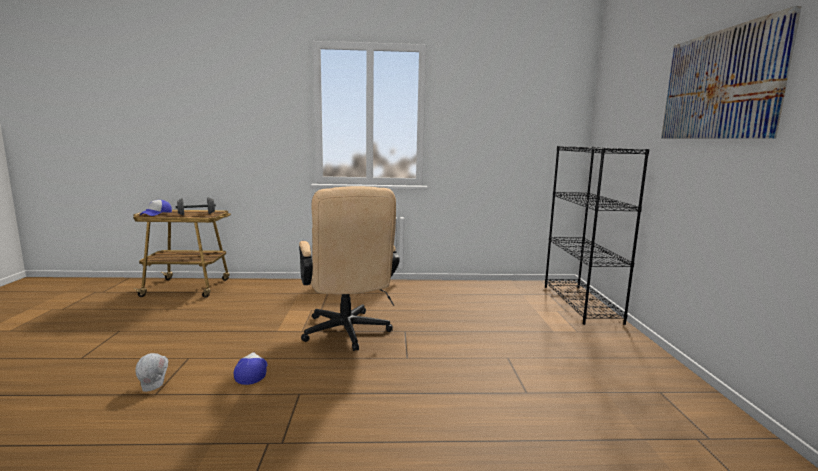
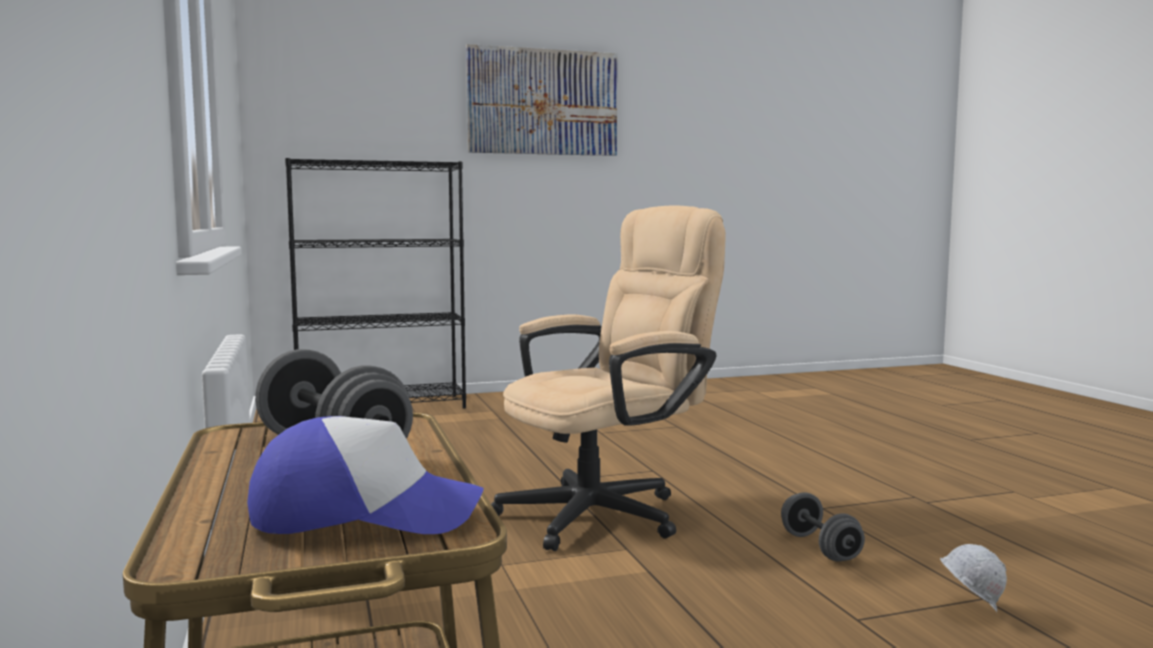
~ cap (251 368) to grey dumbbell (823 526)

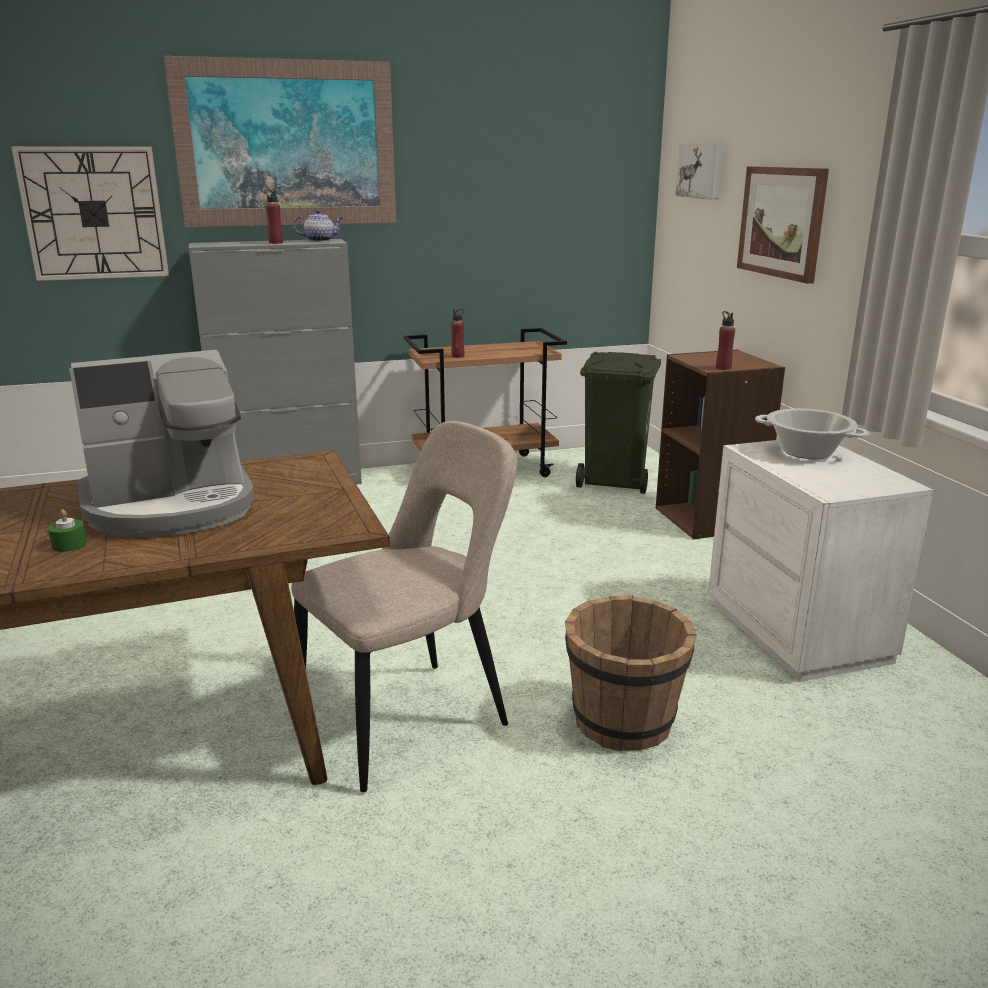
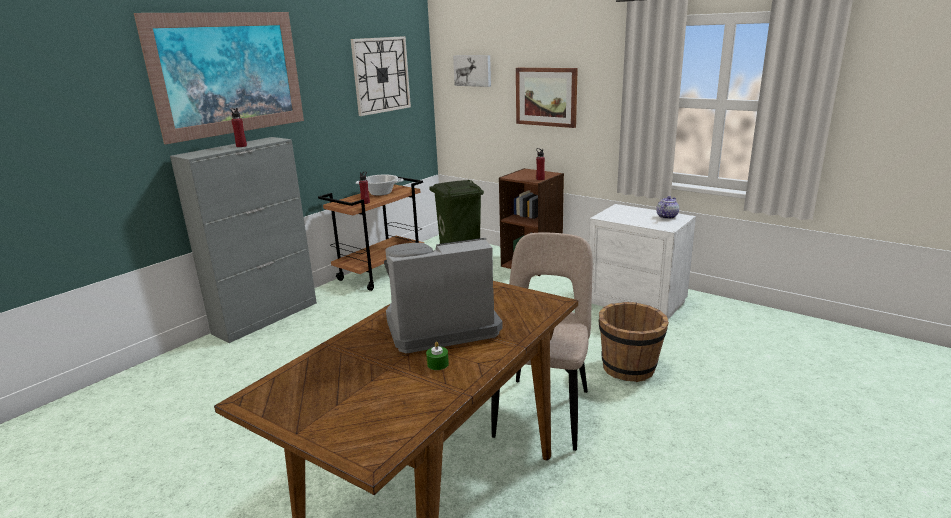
~ wall clock (90 213) to (381 76)
~ teapot (318 225) to (667 207)
~ cooking pot (812 434) to (380 185)
~ coffee machine (161 443) = (443 295) 135 degrees counterclockwise

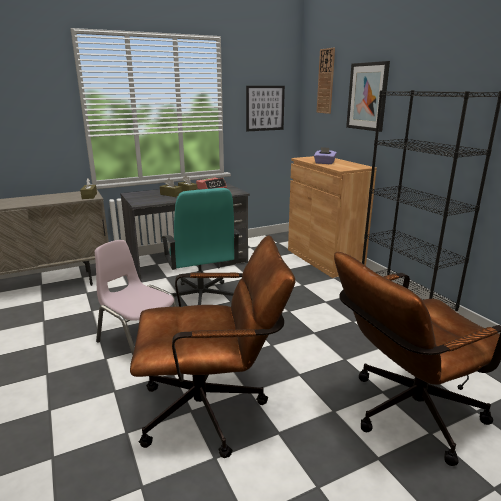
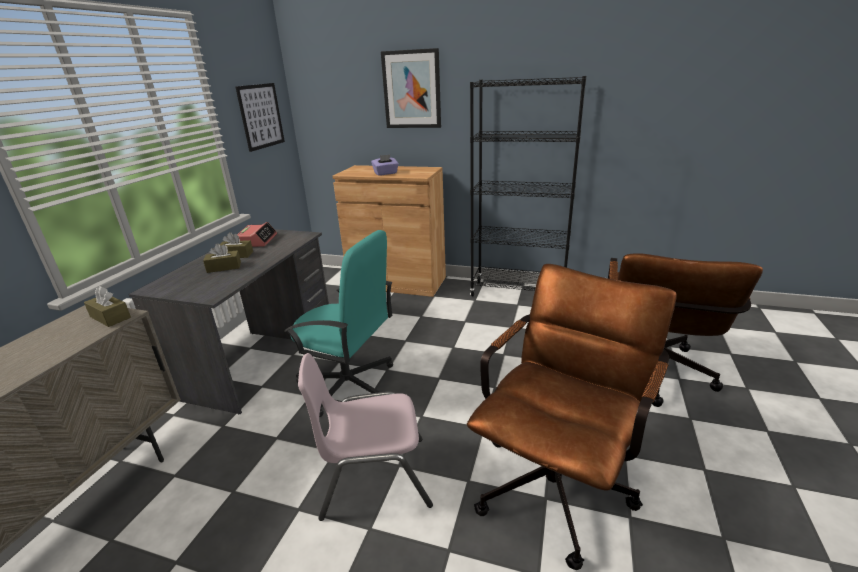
- wall clock (326 81)

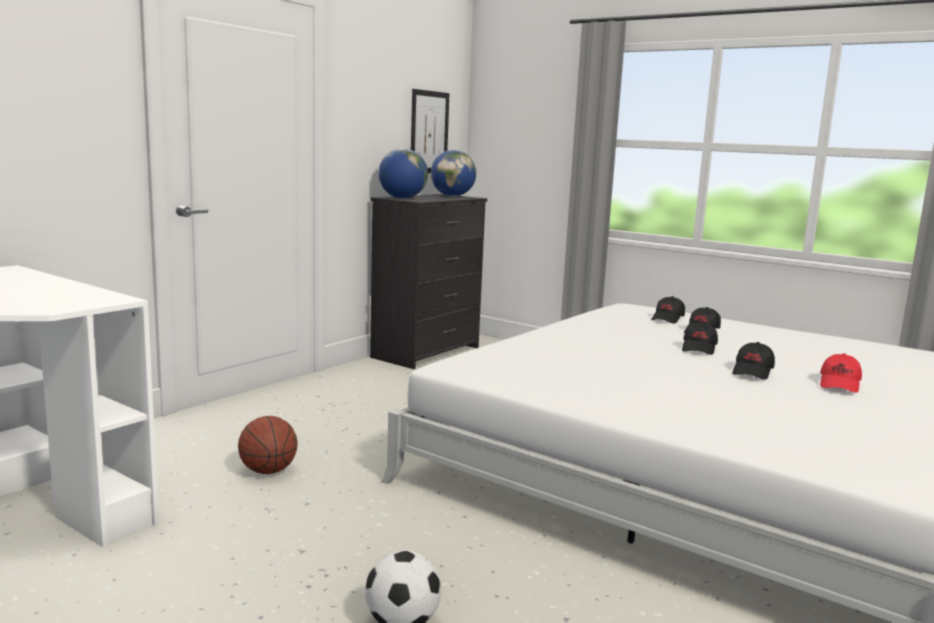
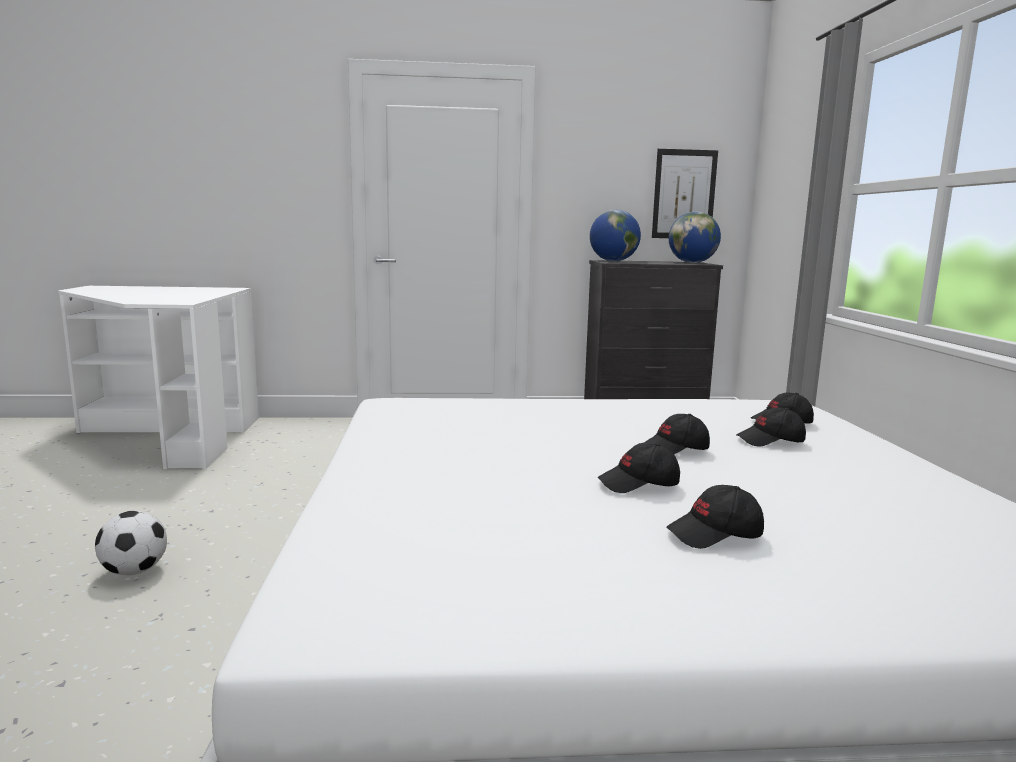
- basketball (268 445)
~ red cap (841 373) to black cap (715 517)

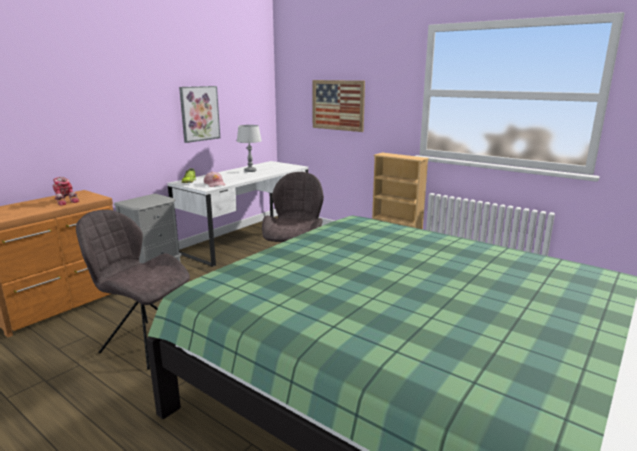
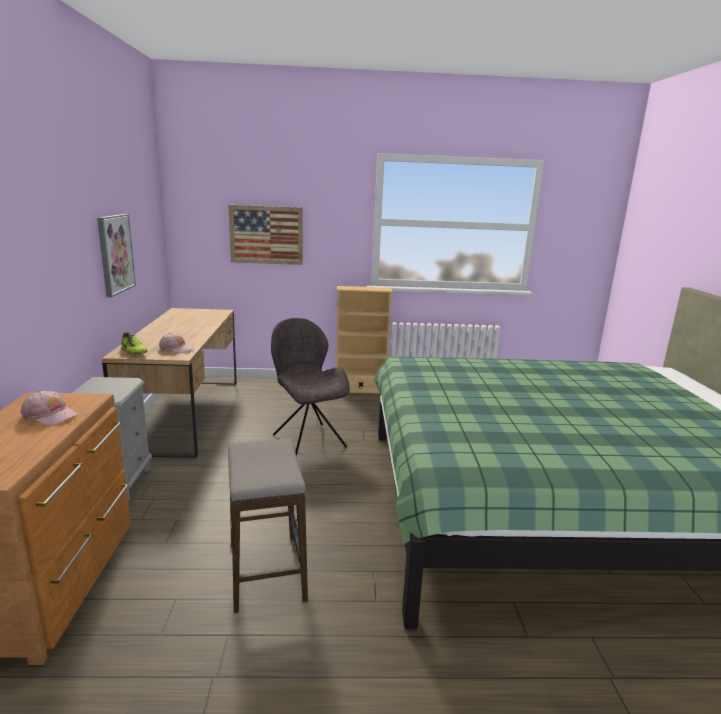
- grey table lamp (249 148)
~ toy robot (66 191) to pink cap (49 408)
~ grey chair (133 290) to stool (268 526)
~ white desk (237 214) to brown desk (169 383)

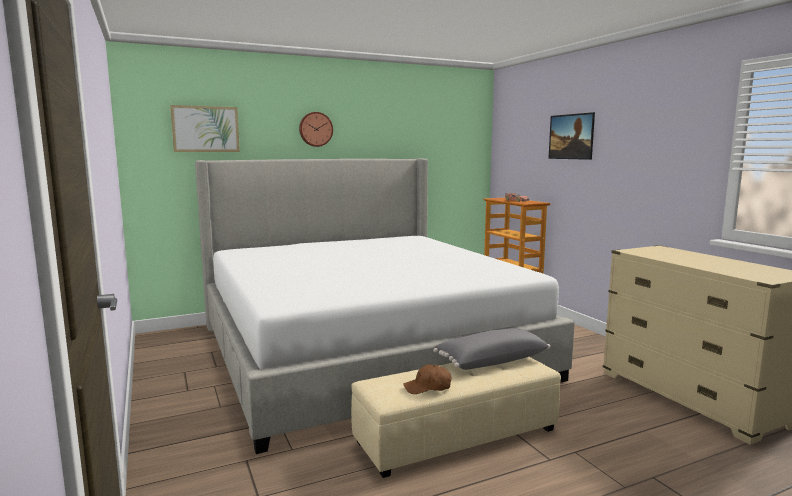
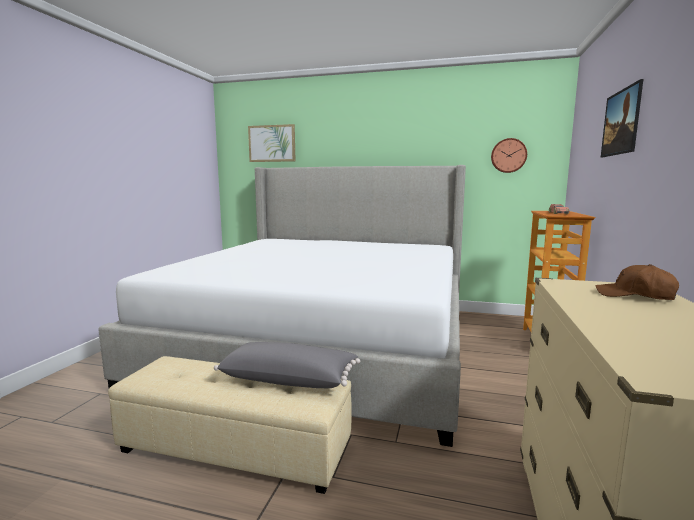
~ wall clock (316 129) to (509 155)
~ brown cap (427 379) to (637 282)

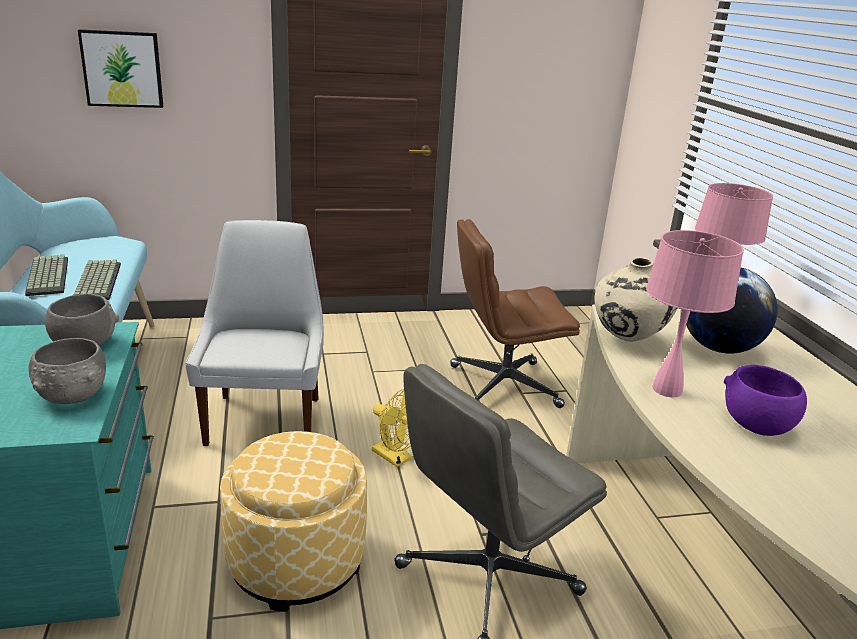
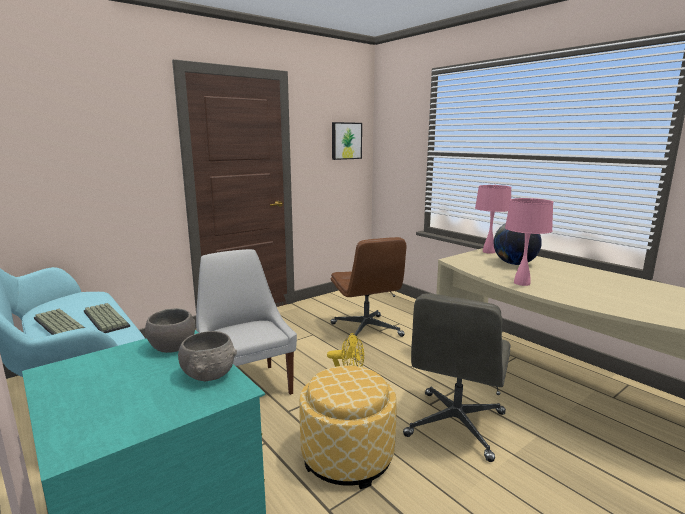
- beige vase (635 300)
- purple bowl (765 400)
~ picture (120 68) to (347 141)
~ brown office chair (515 313) = (368 287) 75 degrees counterclockwise

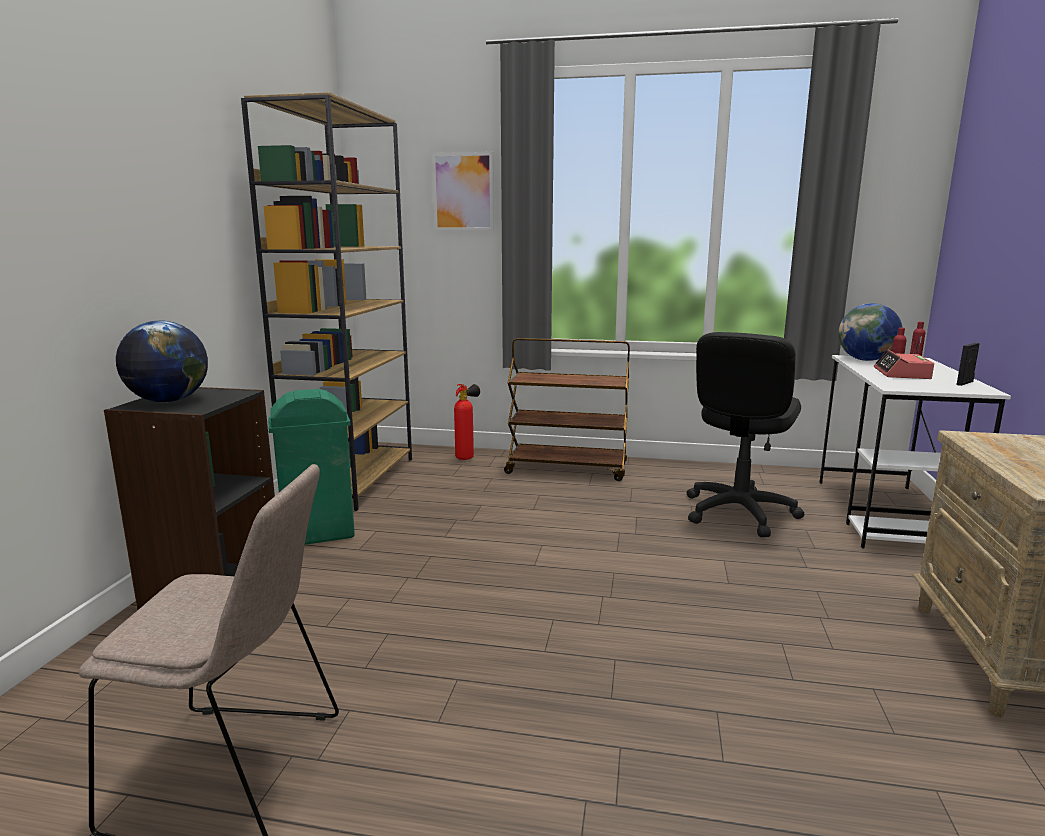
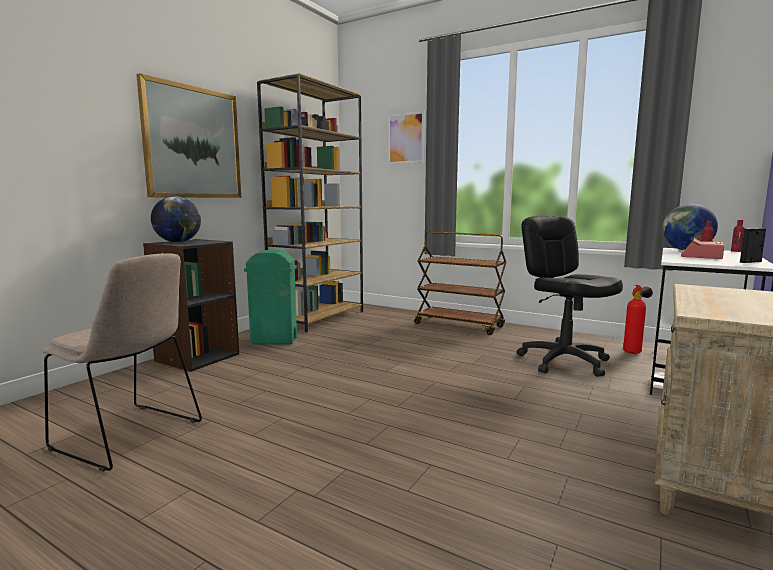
+ picture (188 135)
~ fire extinguisher (467 422) to (638 319)
~ black office chair (745 434) = (570 296) 105 degrees clockwise

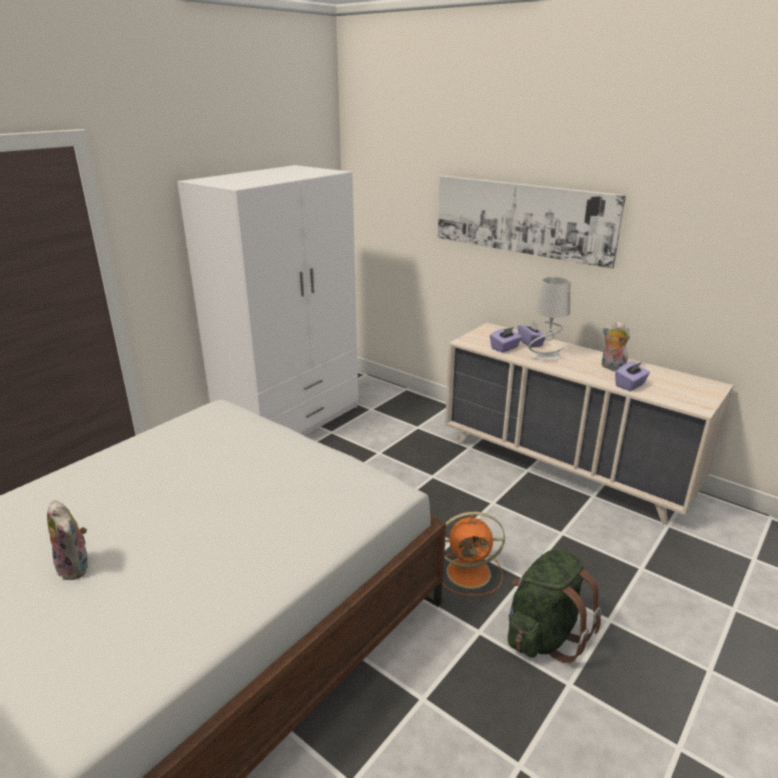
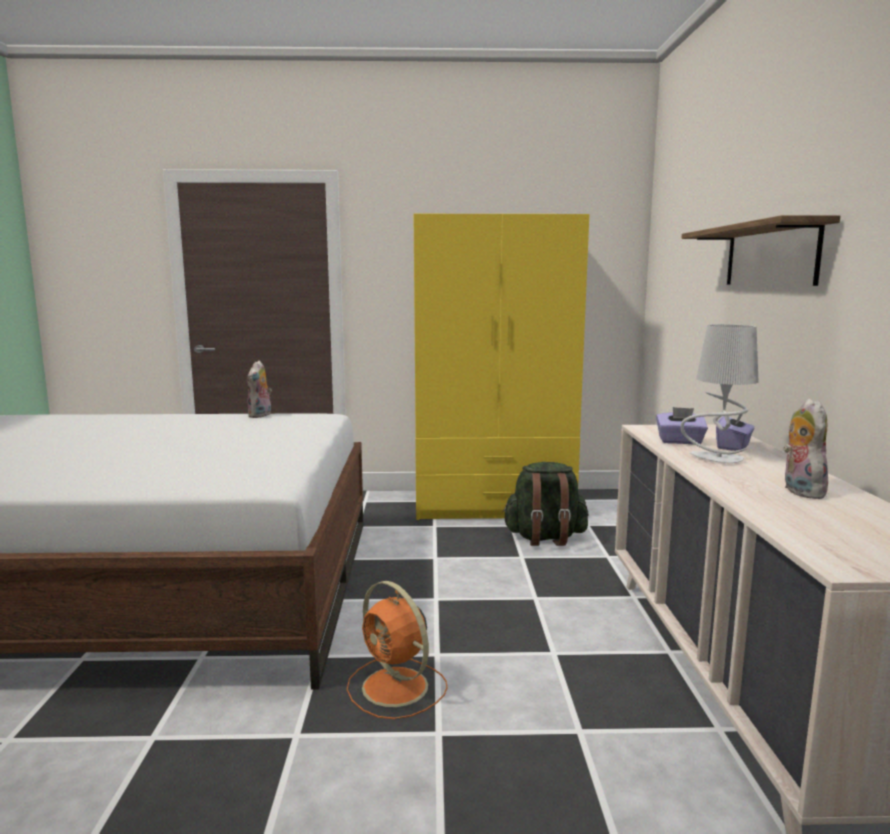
- purple tissue box (632 376)
~ plush toy (67 540) to (259 389)
~ green backpack (554 606) to (545 504)
~ picture (532 222) to shelf (761 250)
~ white wardrobe (267 300) to yellow wardrobe (501 367)

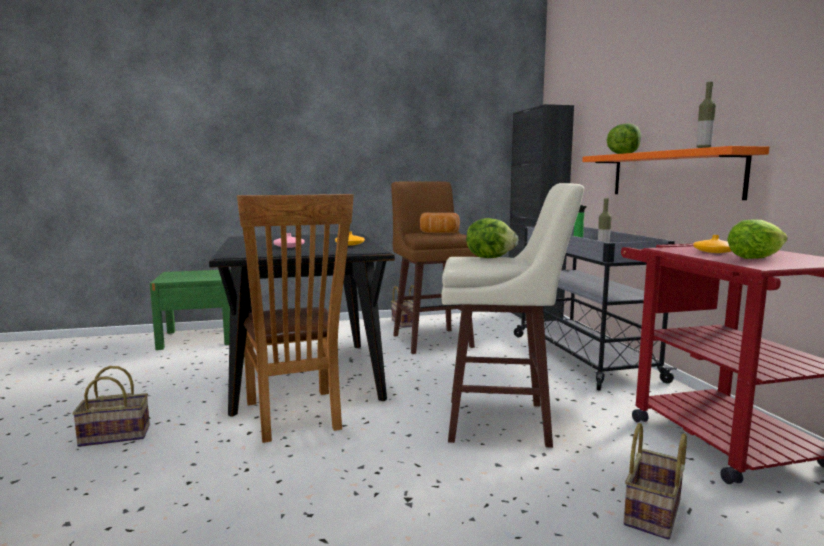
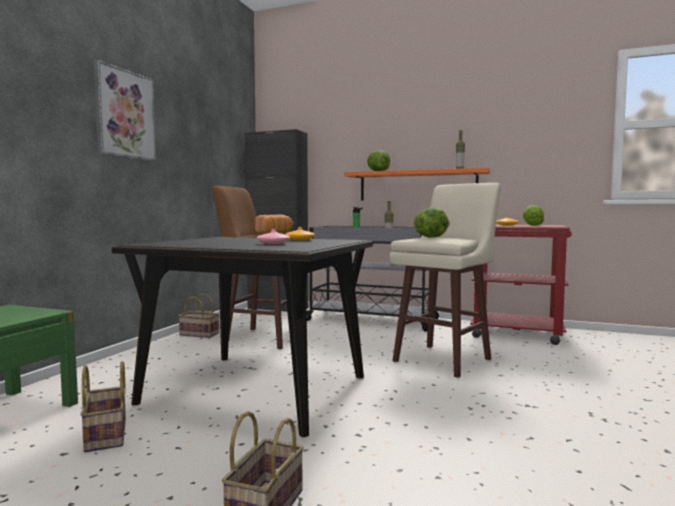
- brown chair (295 318)
+ picture (125 110)
~ basket (655 481) to (103 406)

